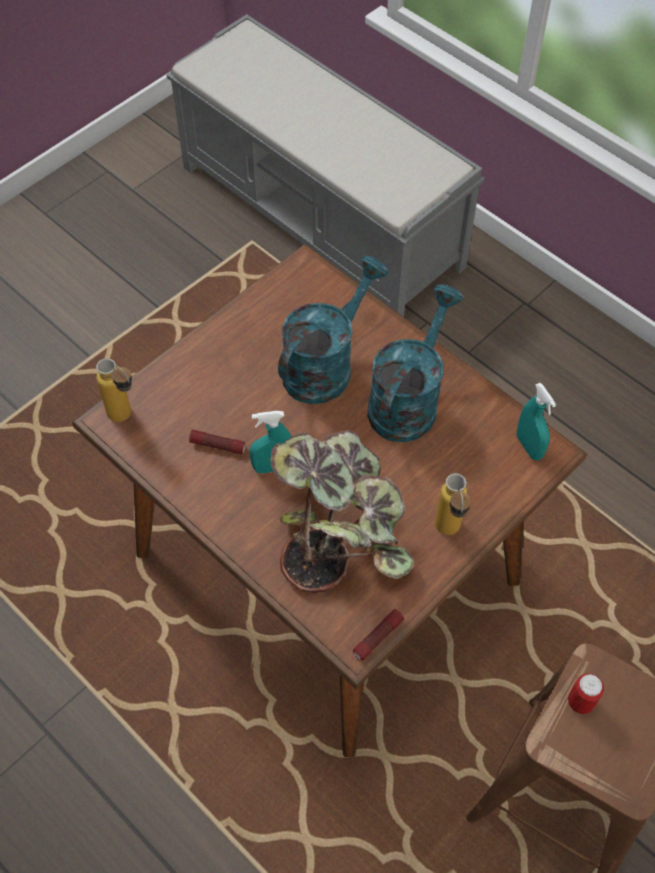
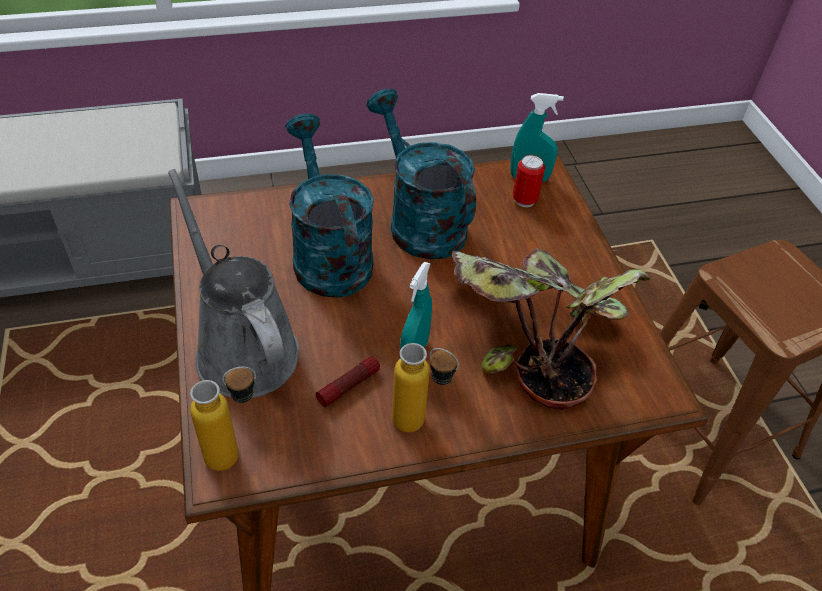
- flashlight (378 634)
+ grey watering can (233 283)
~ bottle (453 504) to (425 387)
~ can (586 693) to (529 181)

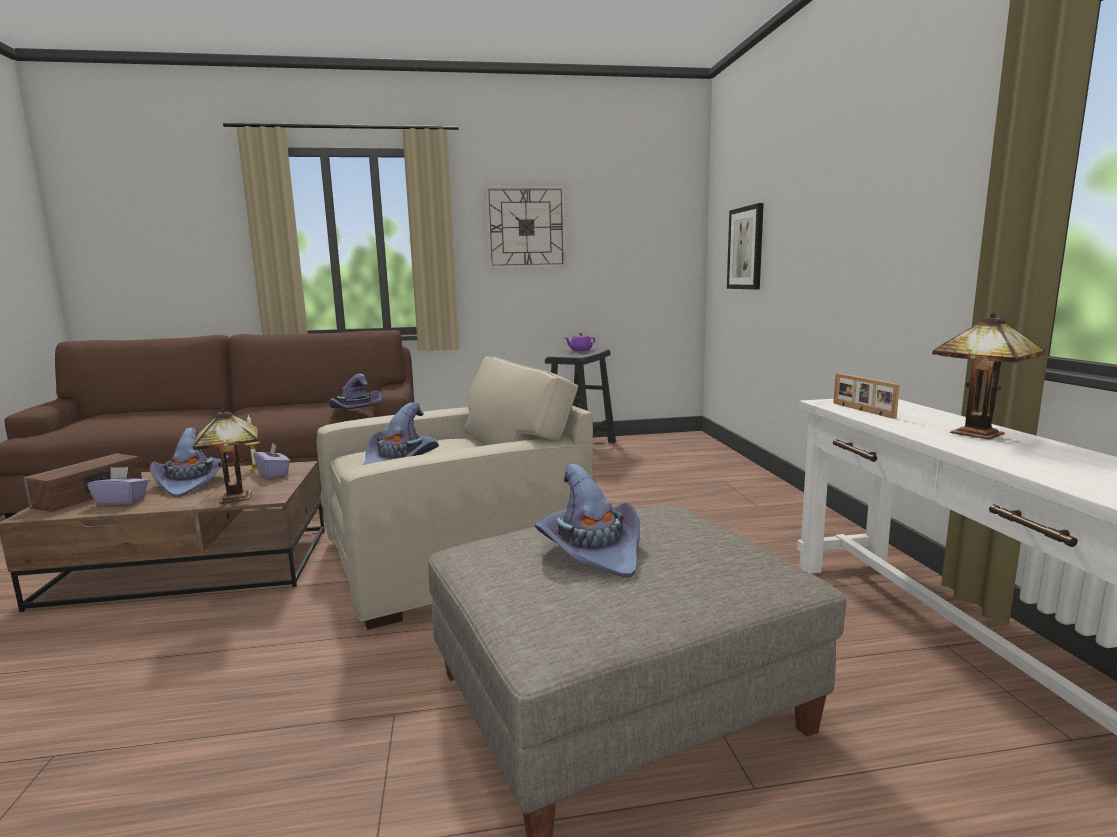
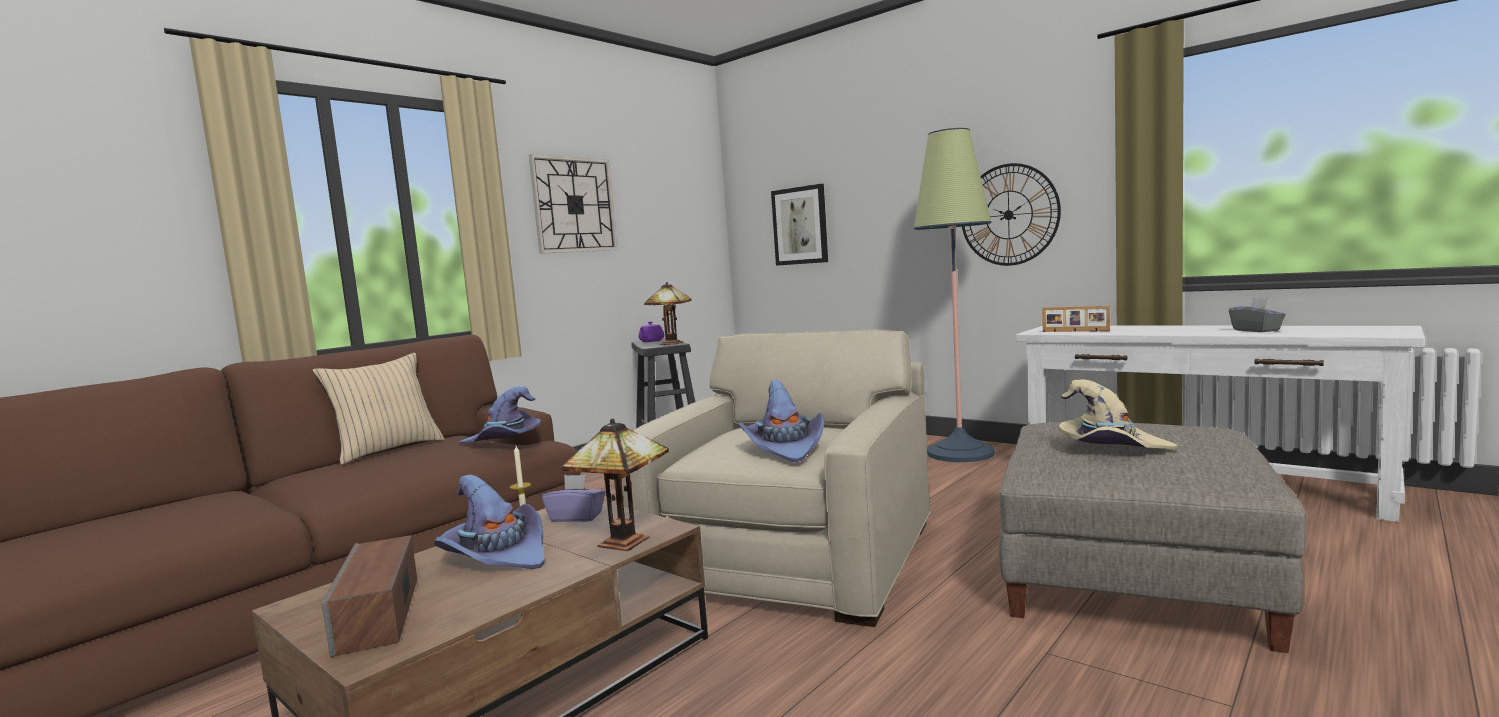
- purple tissue box (117 486)
+ beige pillow (378 409)
+ floor lamp (954 295)
+ wall clock (1011 214)
+ grey tissue box (1257 314)
~ table lamp (988 376) to (668 313)
~ purple hat (587 521) to beige hat (1118 414)

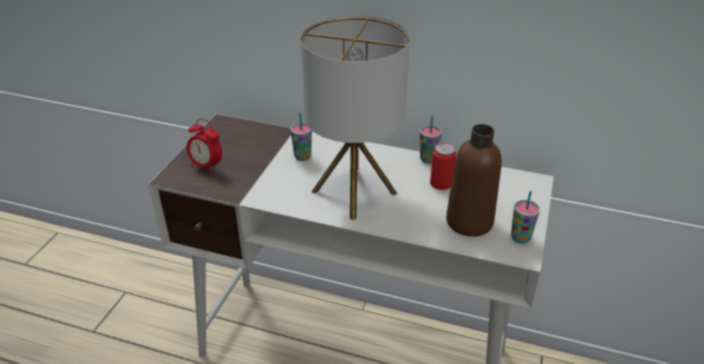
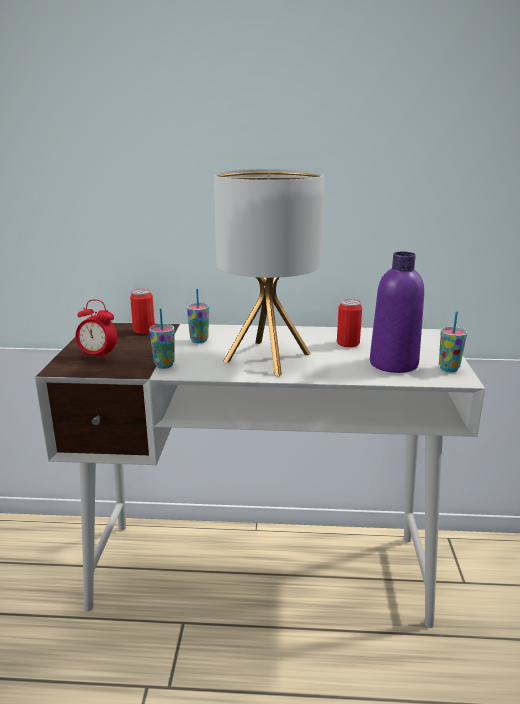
+ can (142 311)
~ cup (431 140) to (162 338)
~ brown bottle (474 180) to purple bottle (397 312)

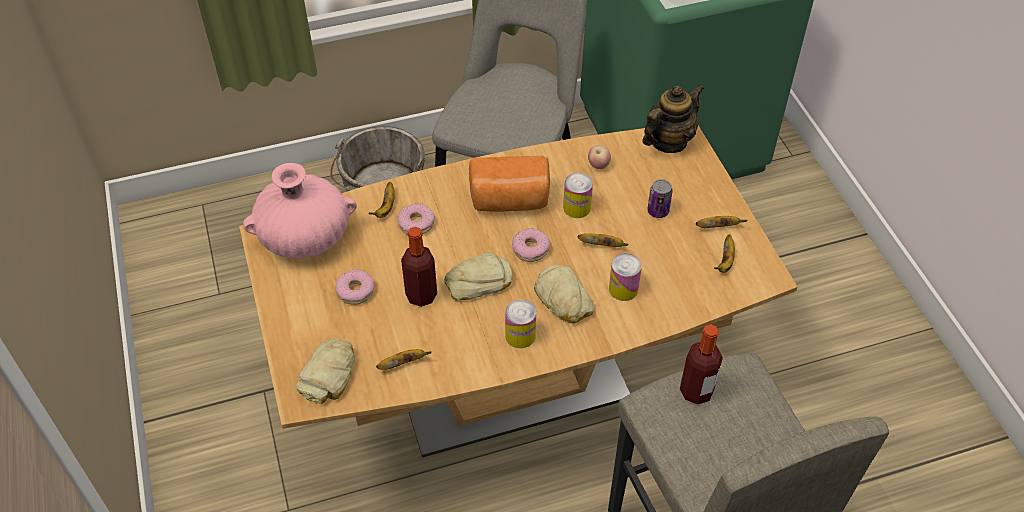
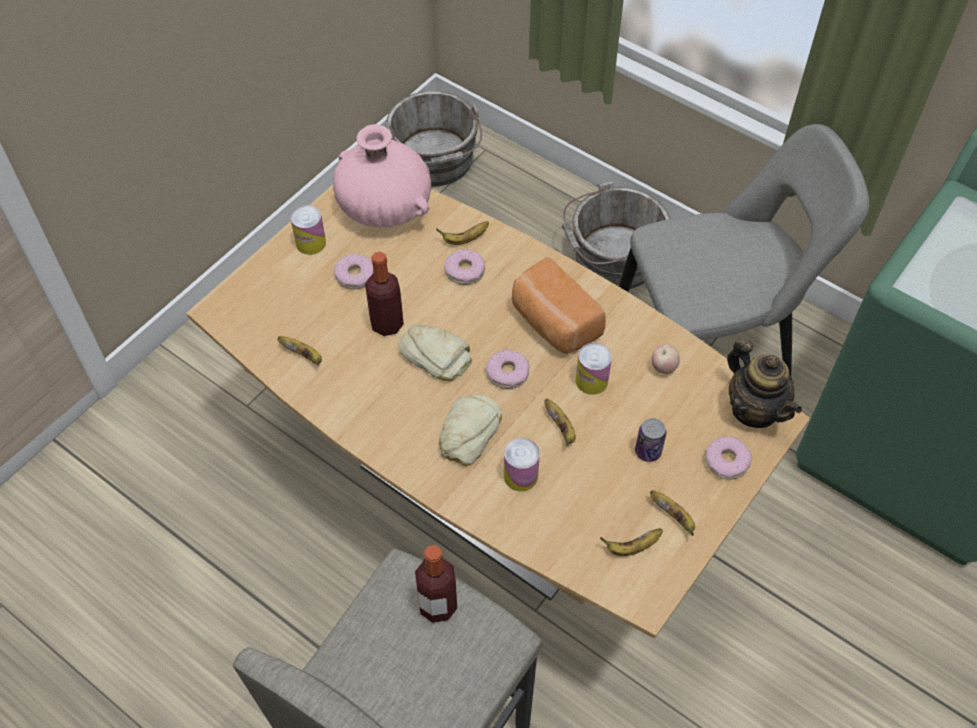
- bread (325 371)
+ grey bucket (434 139)
+ donut (729 458)
~ can (520 323) to (308 230)
~ teapot (673 119) = (764 382) 45 degrees clockwise

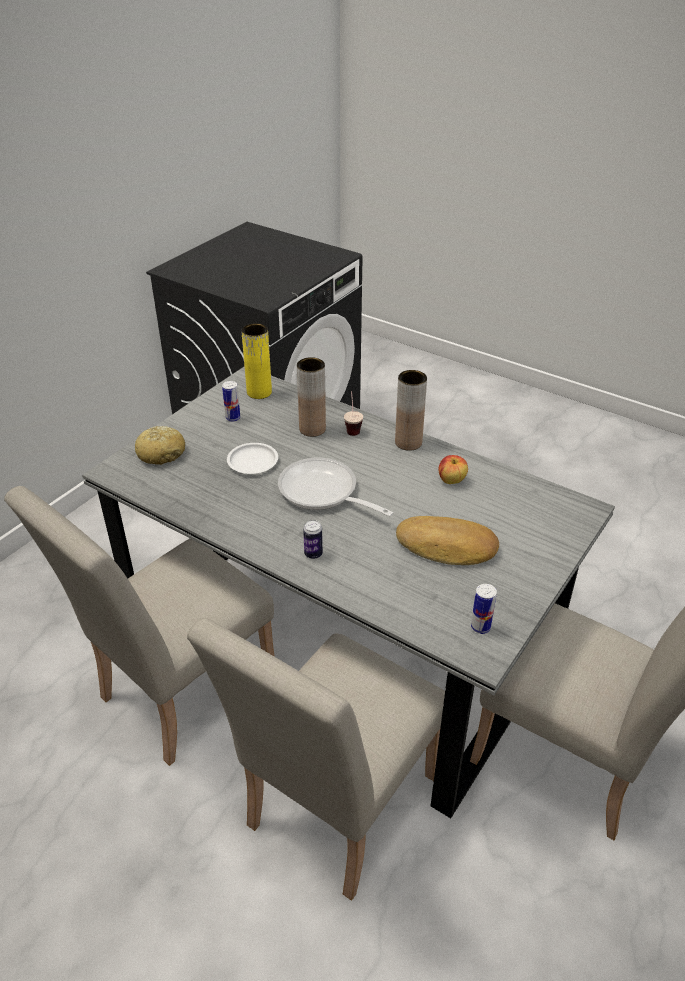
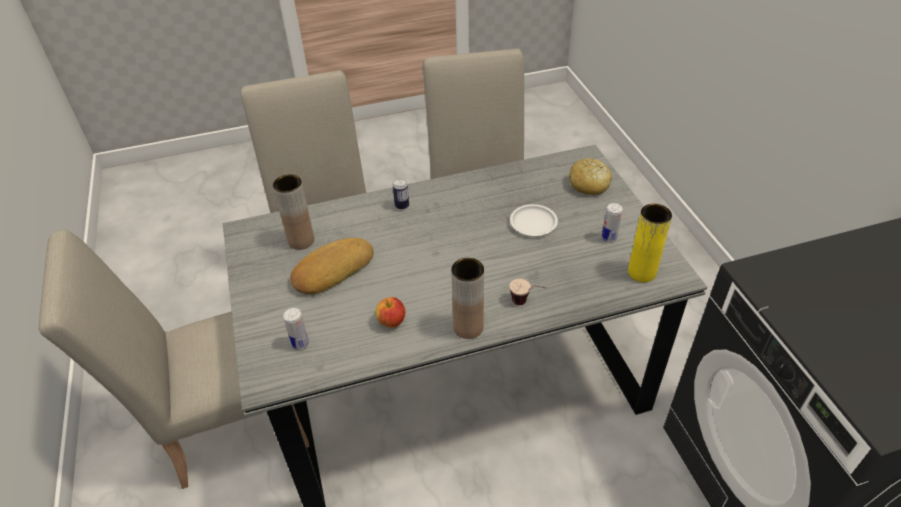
- frying pan (336 487)
~ brown vase (311 397) to (293 212)
~ can (484 609) to (296 329)

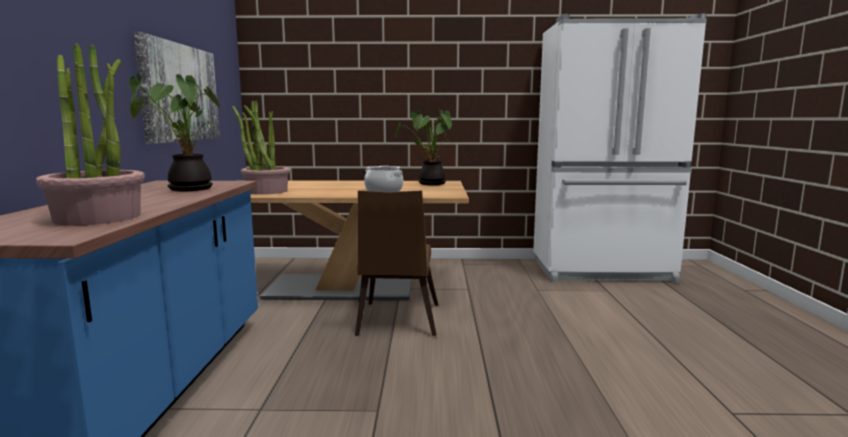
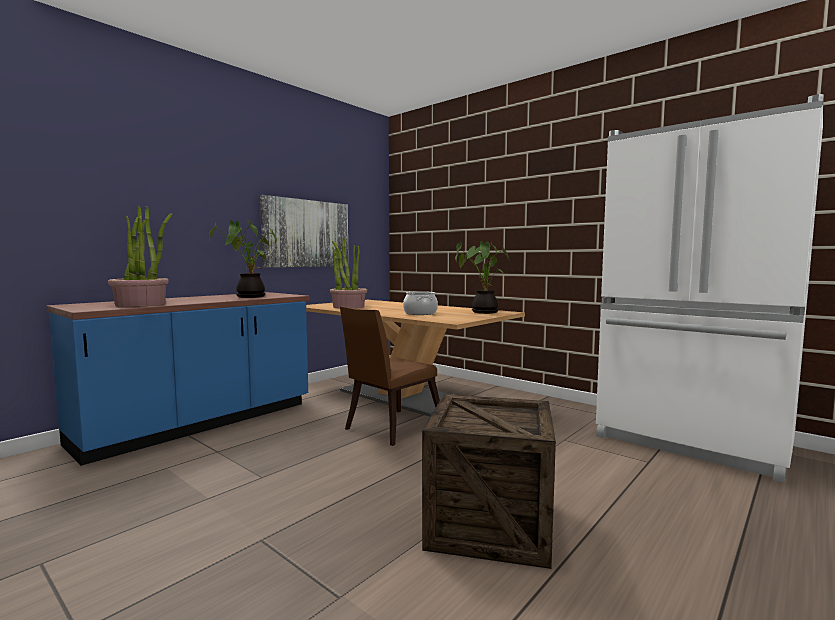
+ crate (489 481)

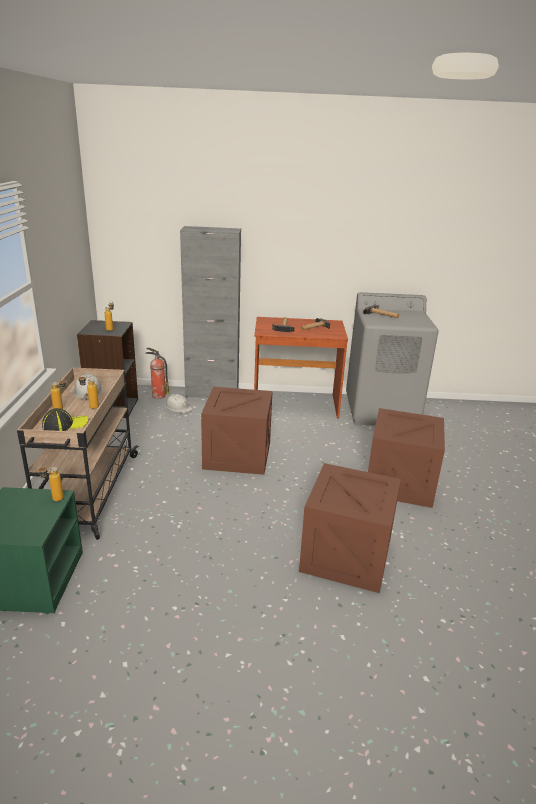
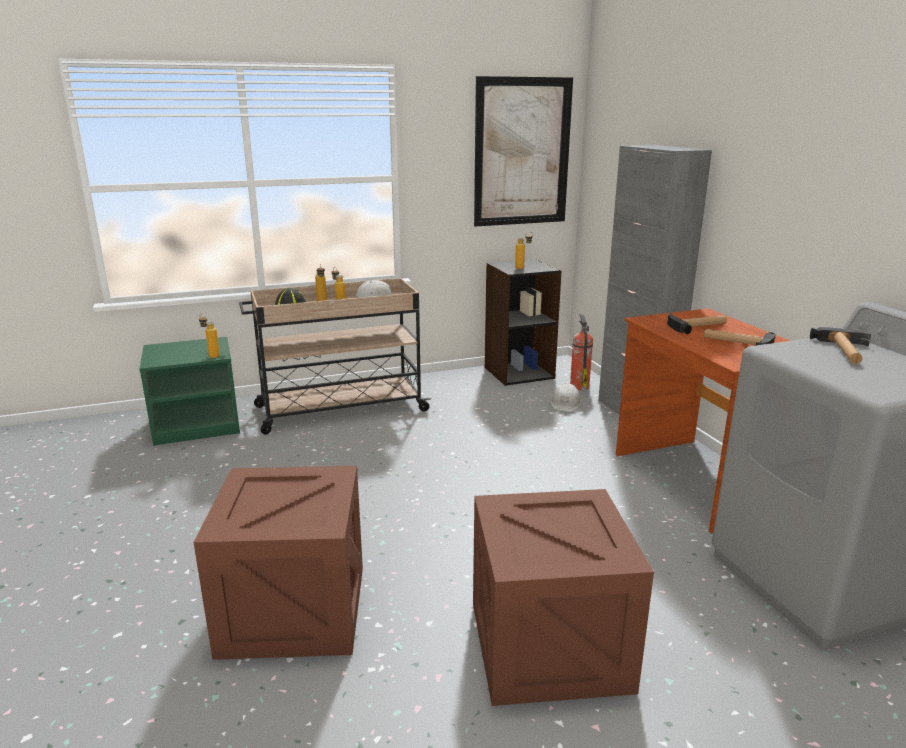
- crate (237 431)
+ picture (523 151)

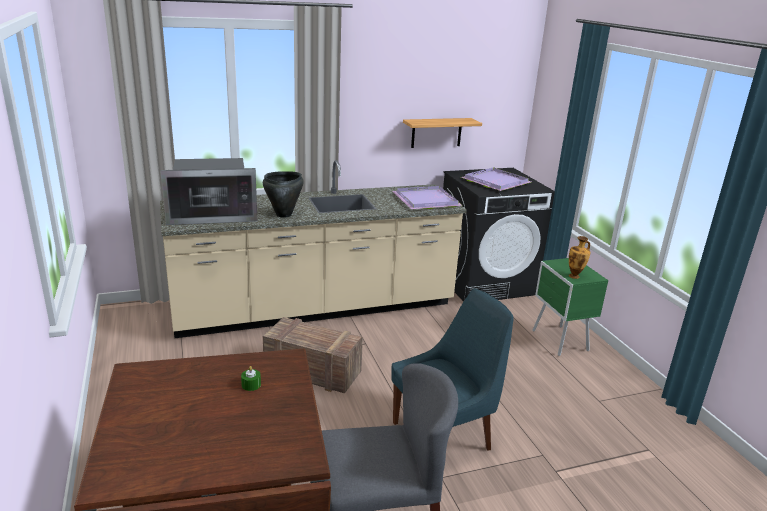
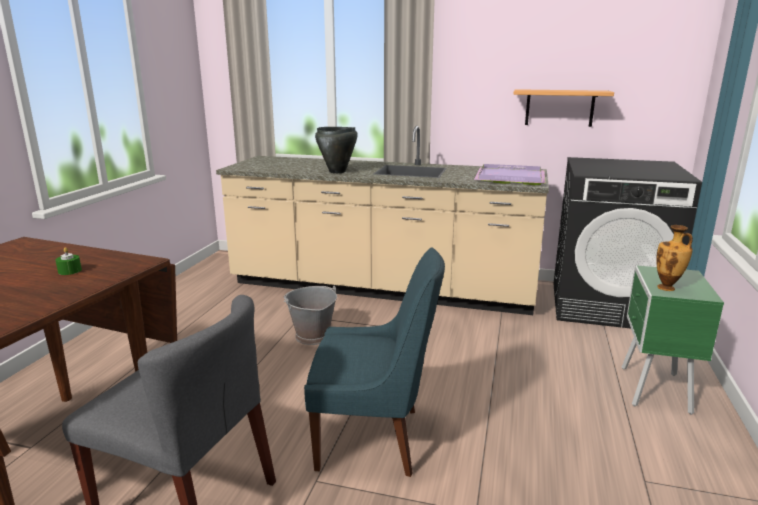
- microwave (208 191)
- purple tray (496 179)
~ crate (313 355) to grey bucket (310 315)

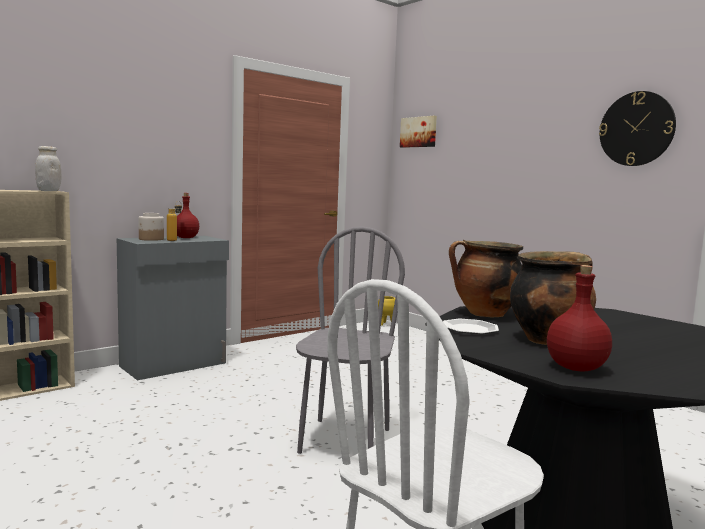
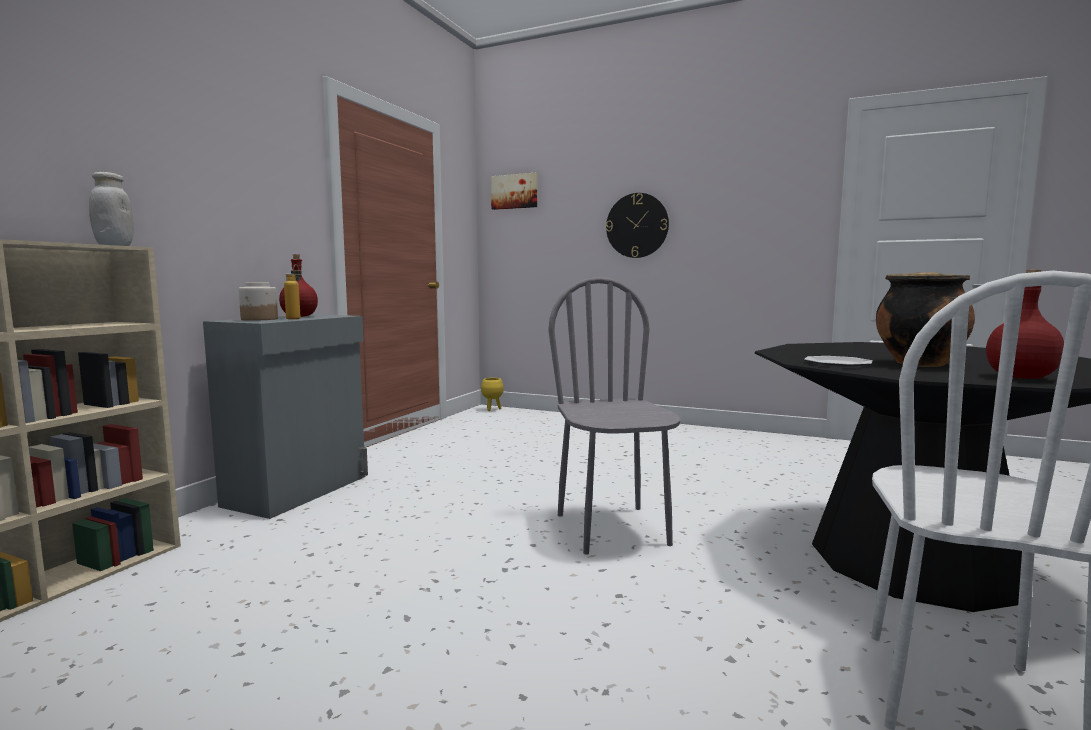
- cooking pot (486 278)
~ wall clock (637 128) to (637 225)

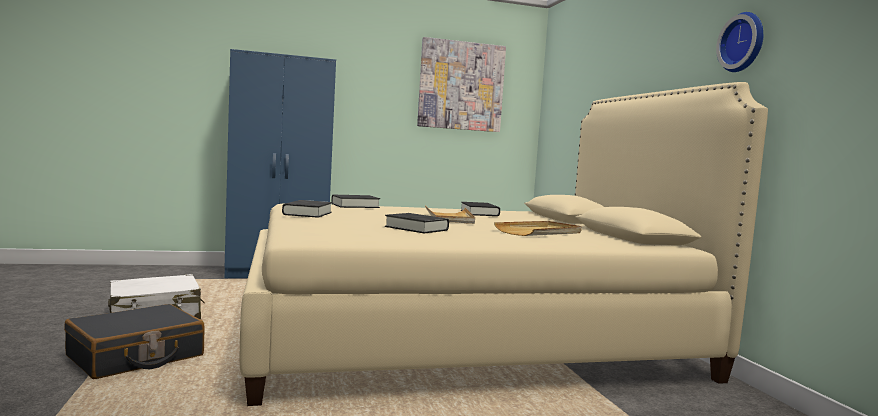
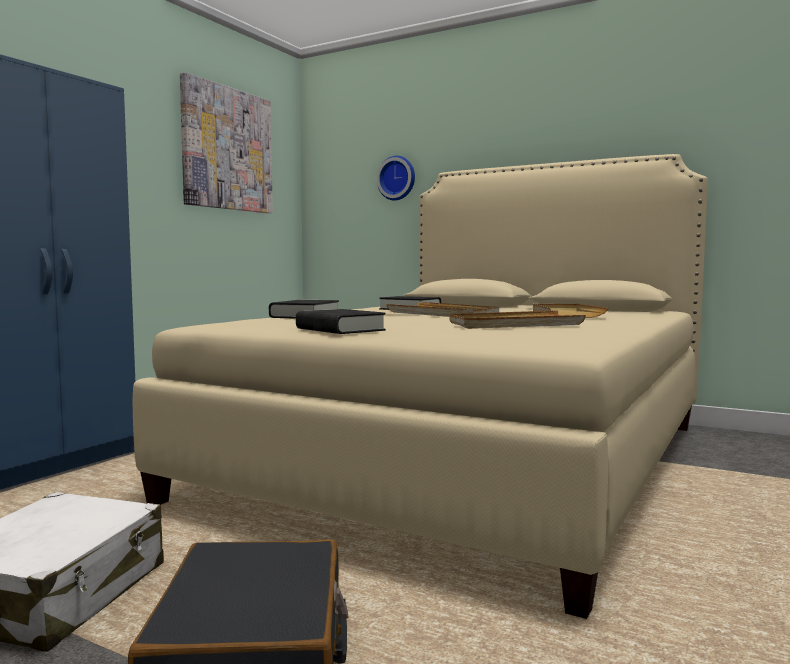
~ wall clock (739 42) to (395 178)
~ black book (417 223) to beige tray (517 319)

